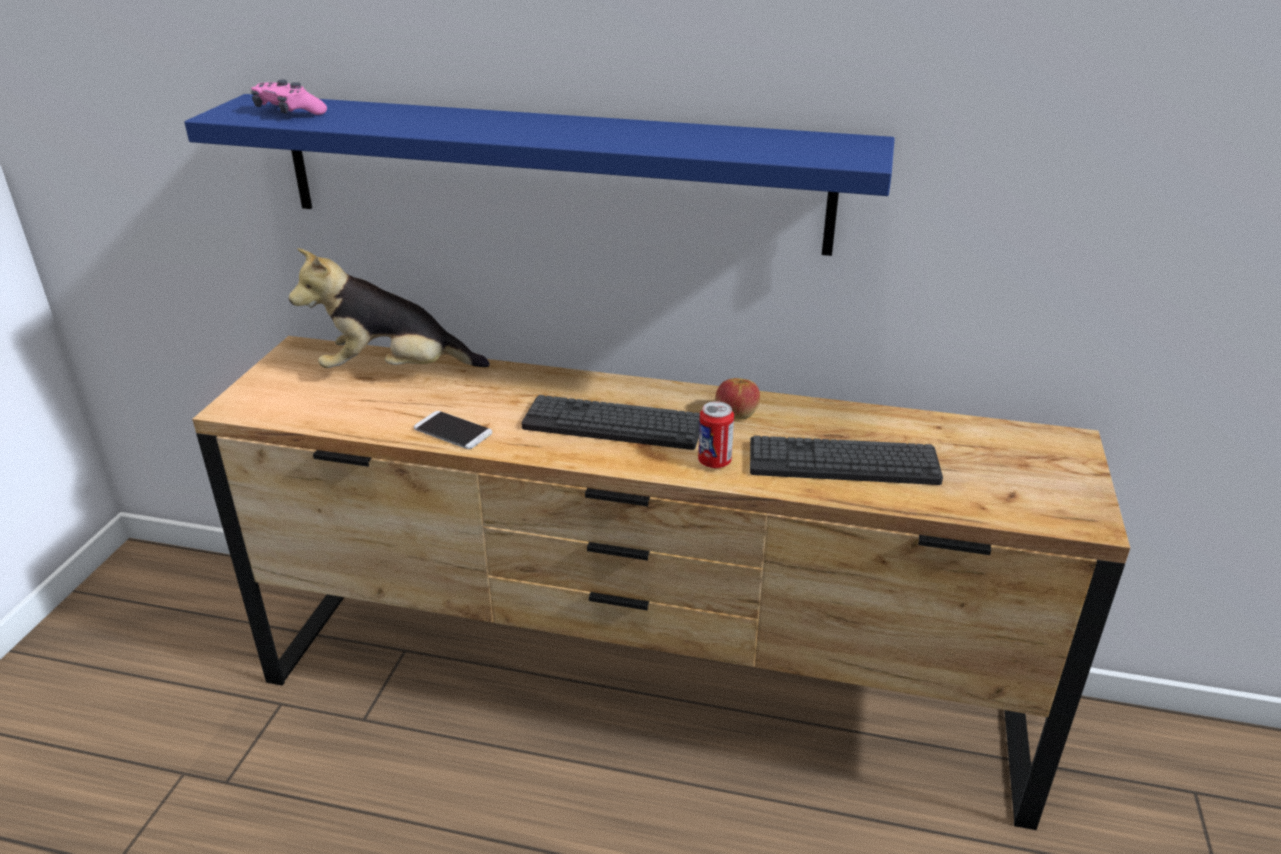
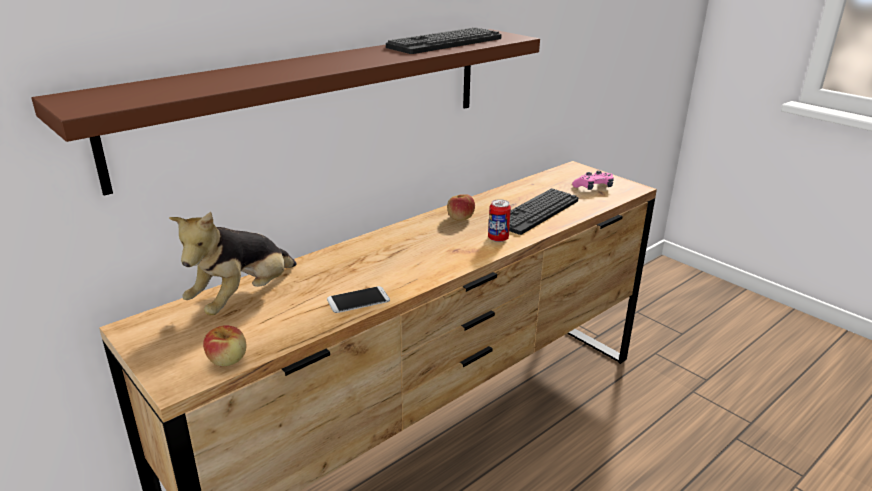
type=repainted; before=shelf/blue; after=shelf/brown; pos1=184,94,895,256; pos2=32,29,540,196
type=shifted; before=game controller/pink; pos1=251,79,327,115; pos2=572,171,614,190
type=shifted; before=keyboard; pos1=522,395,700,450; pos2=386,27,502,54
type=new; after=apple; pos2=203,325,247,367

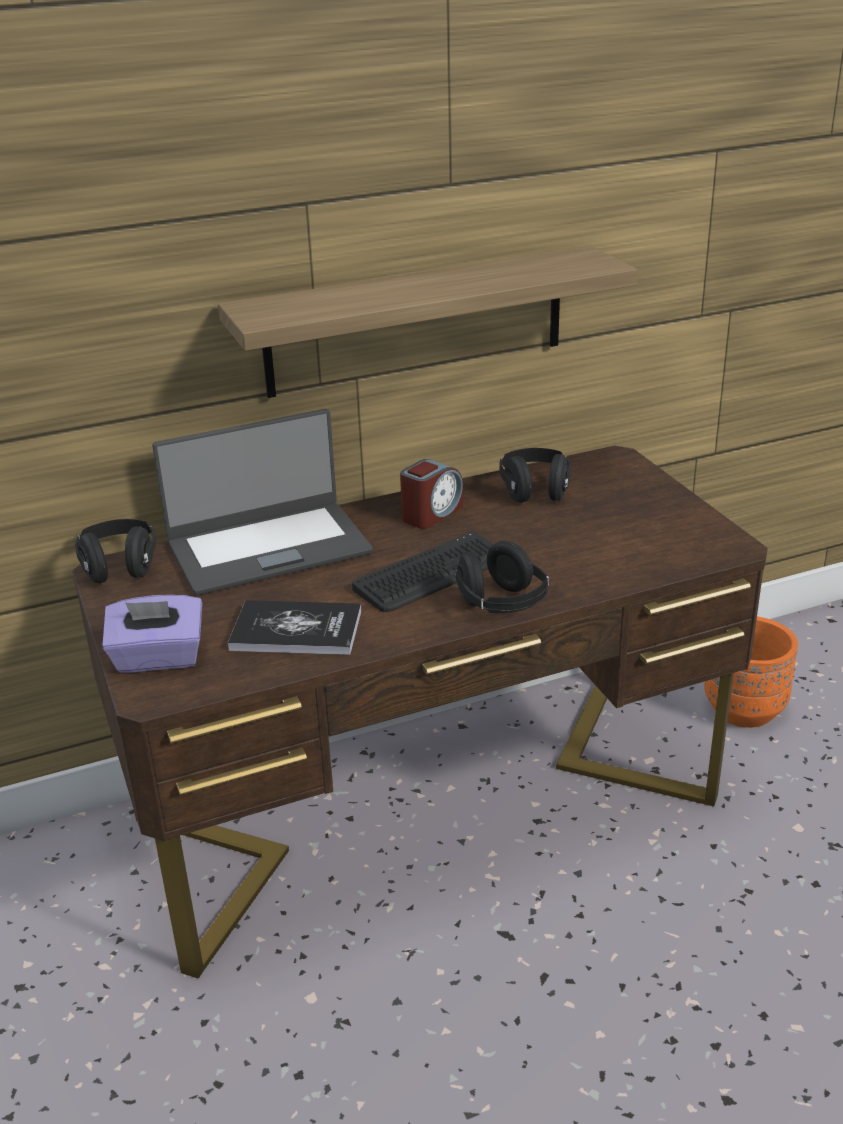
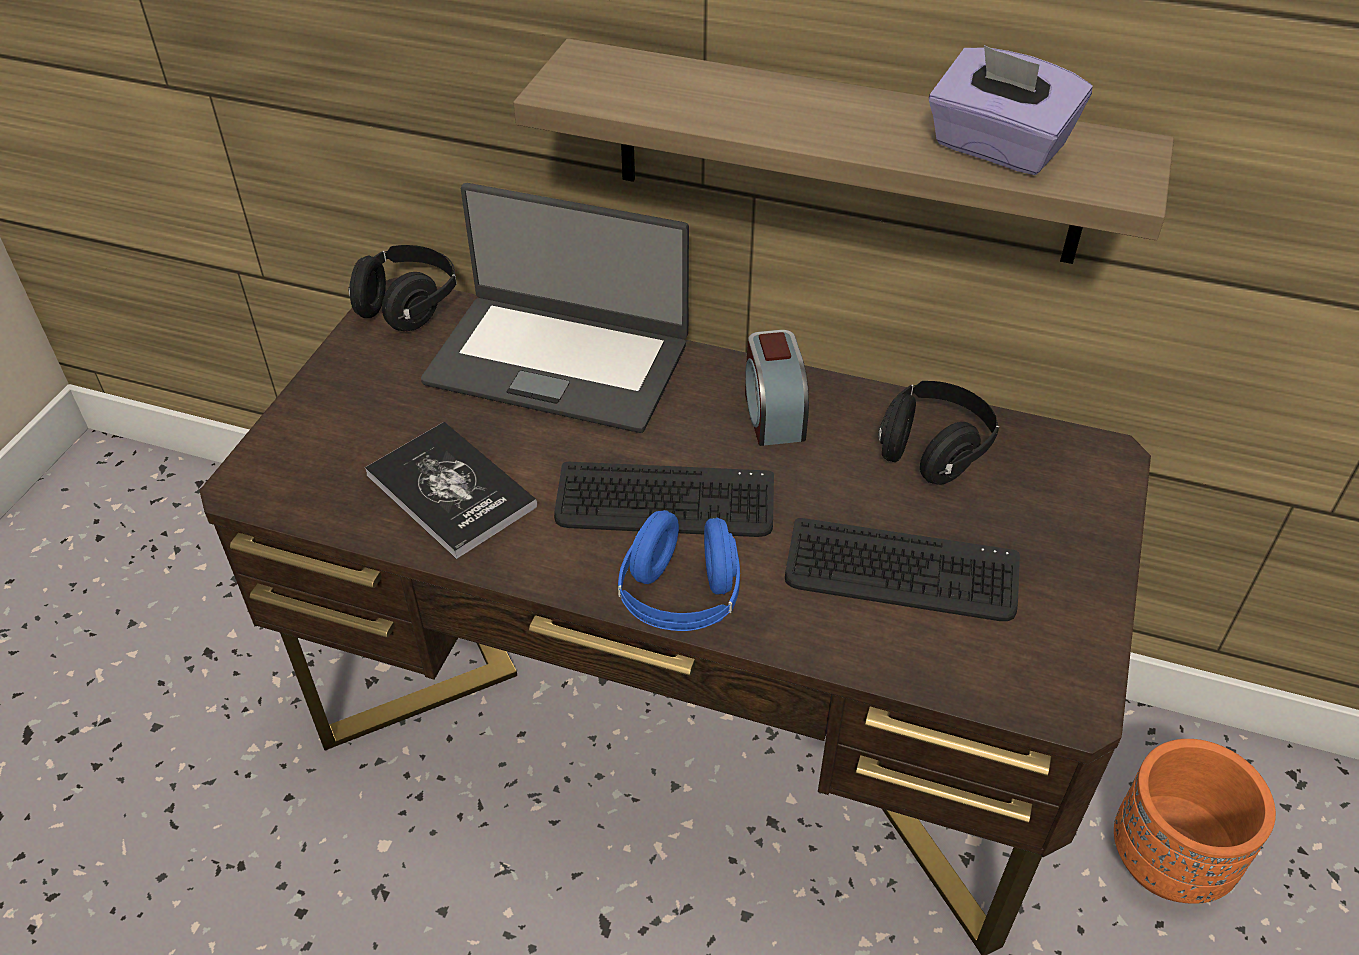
type=shifted; before=tissue box/purple; pos1=102,595,202,672; pos2=929,45,1093,175
type=rotated; before=alarm clock; pos1=400,459,463,529; pos2=745,330,809,446; turn=90
type=repainted; before=headphones/black; after=headphones/blue; pos1=454,541,549,613; pos2=618,510,740,631
type=new; after=keyboard; pos2=785,518,1020,621

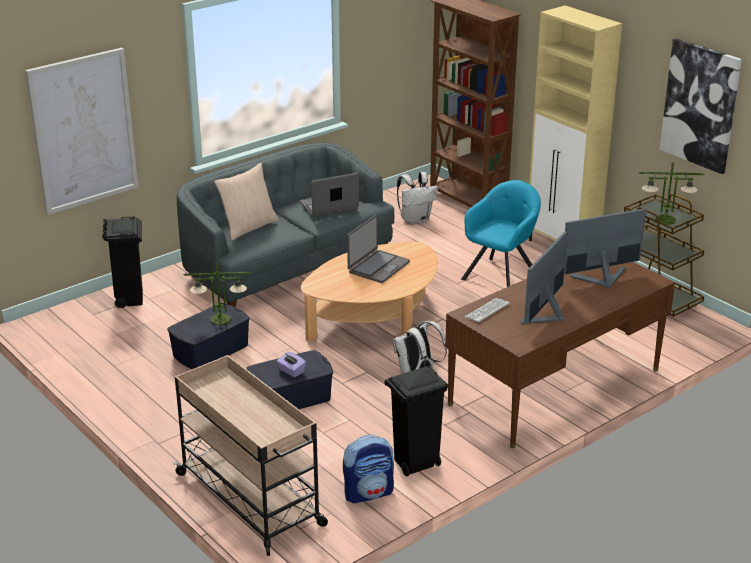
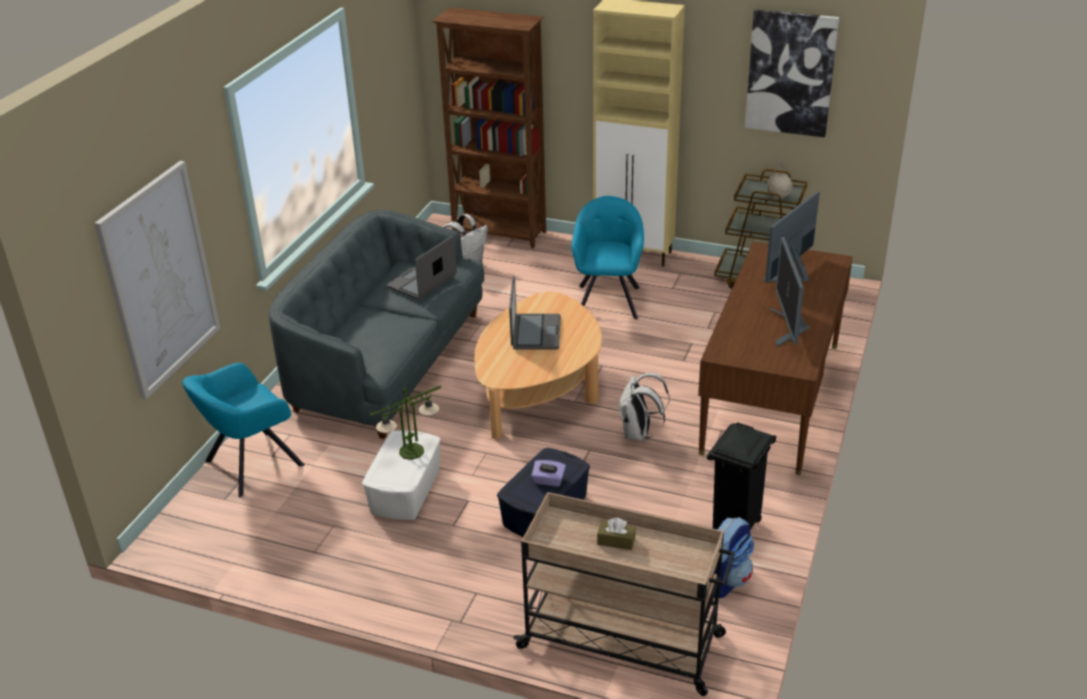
type=swapped; before=trash can/black; after=armchair/turquoise; pos1=102,216,143,308; pos2=182,363,305,497
type=repainted; before=storage box/blue; after=storage box/white; pos1=167,303,250,369; pos2=362,430,441,520
type=gone; before=pillow/beige; pos1=214,163,279,241
type=gone; before=keyboard; pos1=465,298,510,322
type=swapped; before=table lamp; after=globe; pos1=639,162,704,225; pos2=767,159,792,199
type=new; after=tissue box/brown; pos2=597,518,636,550

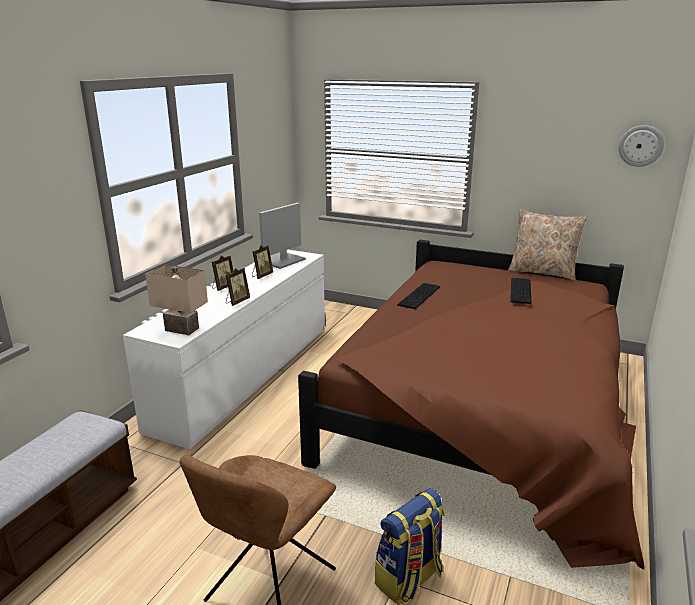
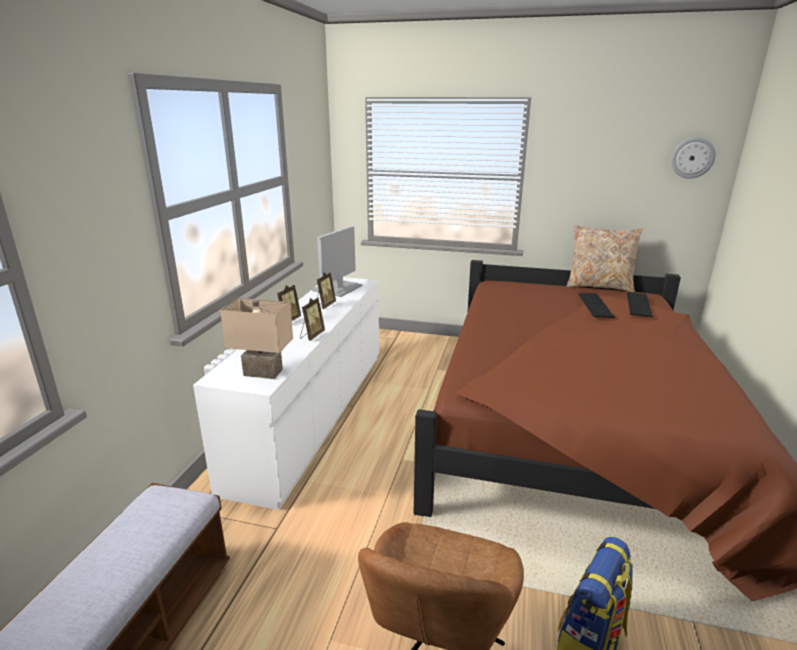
type=shifted; before=keyboard; pos1=397,283,440,309; pos2=627,292,653,317

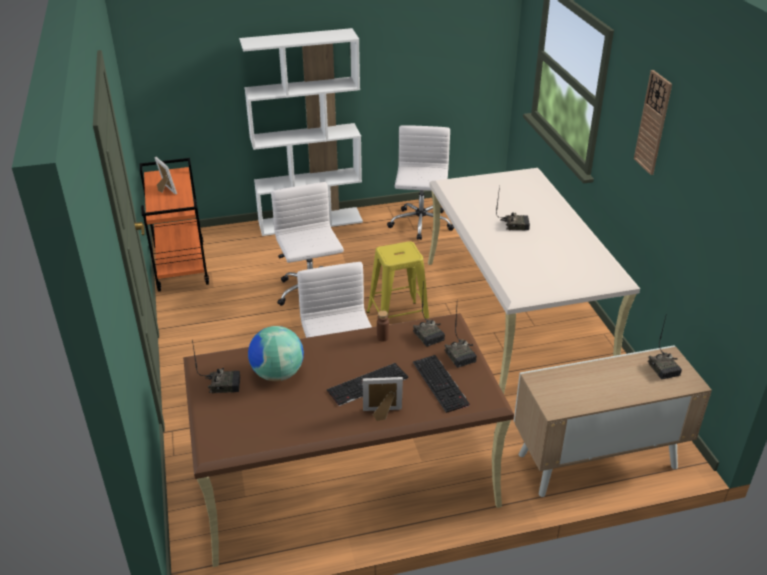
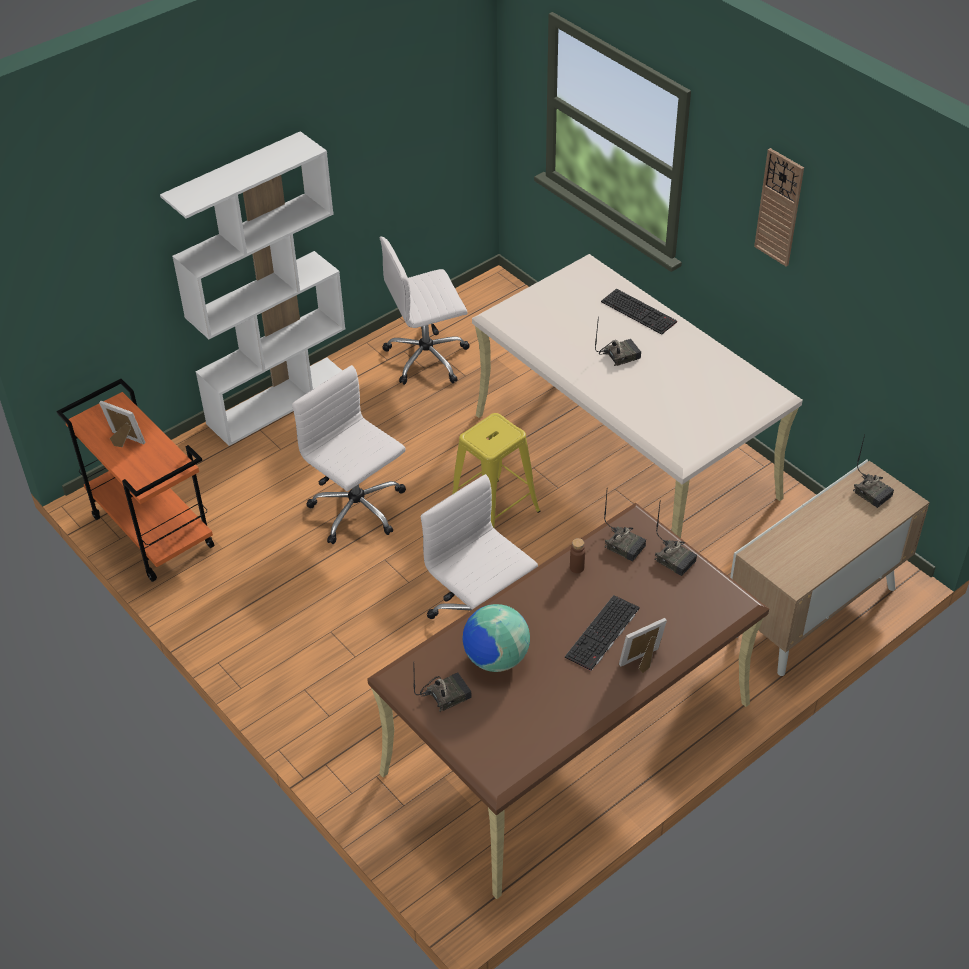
type=rotated; before=office chair/white; pos1=387,125,454,240; pos2=380,236,469,385; turn=-90
type=shifted; before=keyboard; pos1=413,355,470,413; pos2=601,289,677,335

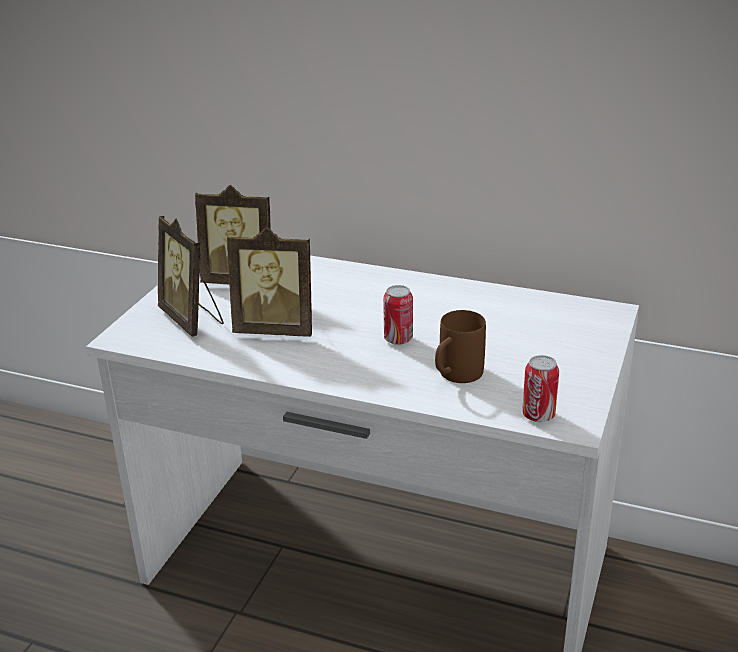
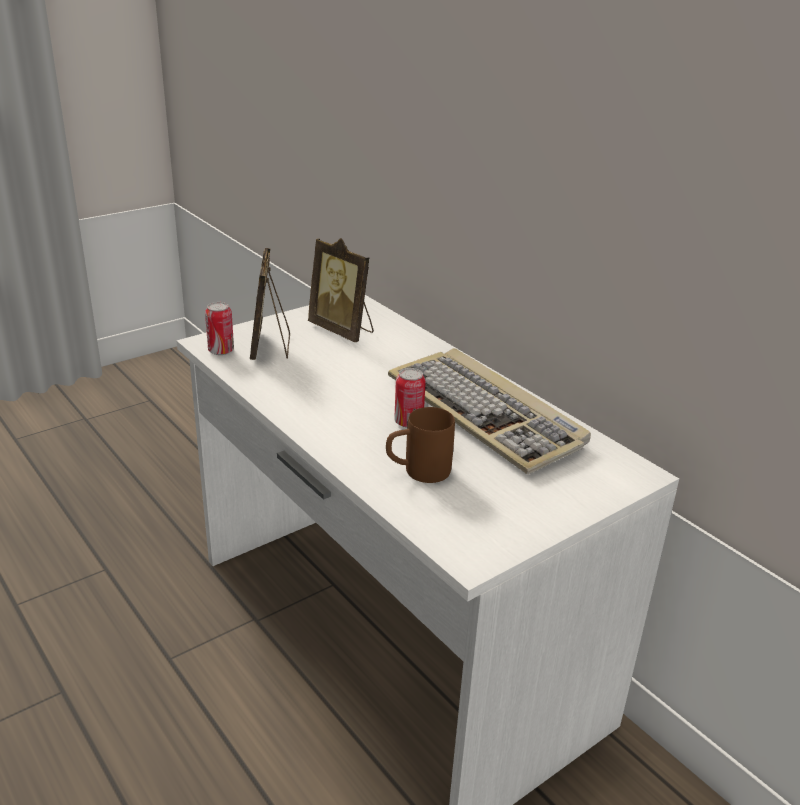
type=gone; before=picture frame; pos1=227,227,312,337
type=shifted; before=can; pos1=522,355,559,422; pos2=205,302,234,355
type=new; after=keyboard; pos2=388,348,591,474

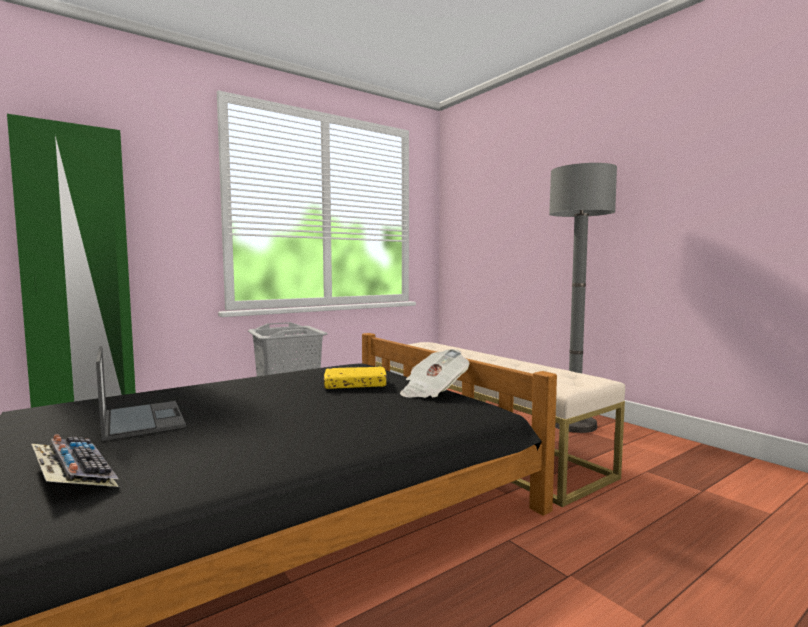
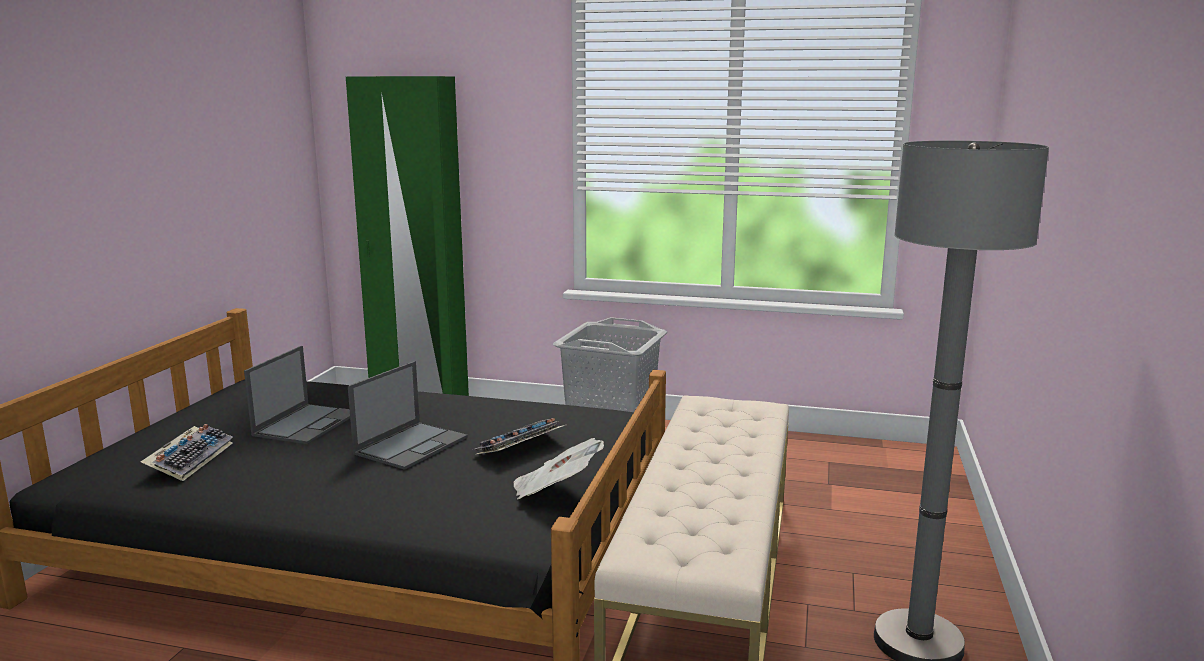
type=swapped; before=book/yellow; after=keyboard; pos1=324,366,387,389; pos2=473,418,565,455
type=new; after=laptop; pos2=348,361,468,470

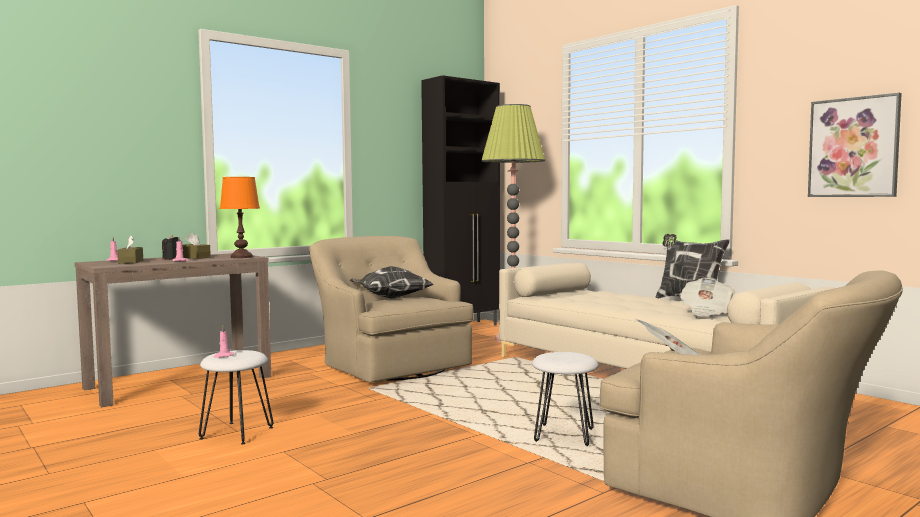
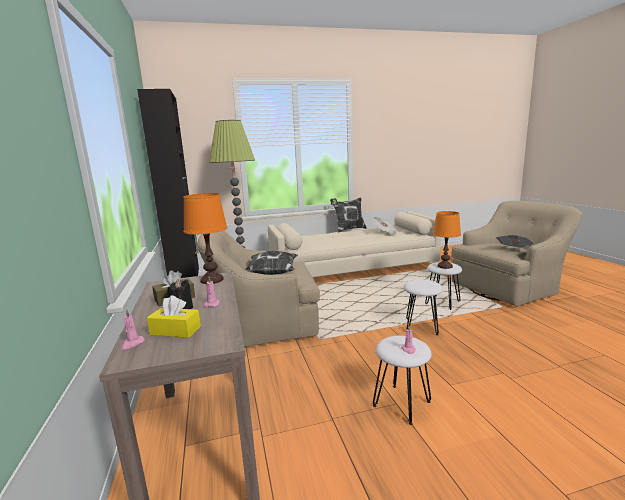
type=repainted; before=tissue box/brown; after=tissue box/yellow; pos1=117,235,143,264; pos2=147,295,201,338
type=gone; before=picture; pos1=808,93,902,197
type=new; after=stool/white; pos2=404,279,443,335
type=new; after=table lamp/orange; pos2=433,211,461,269

